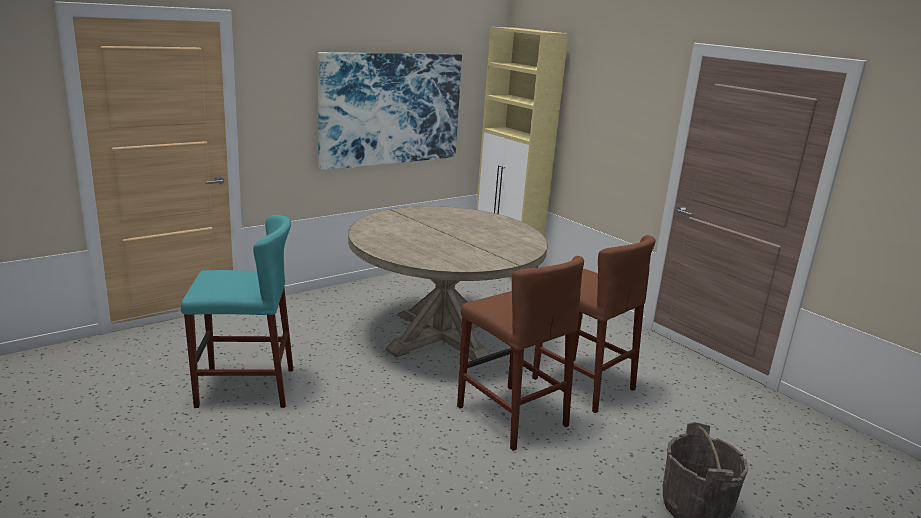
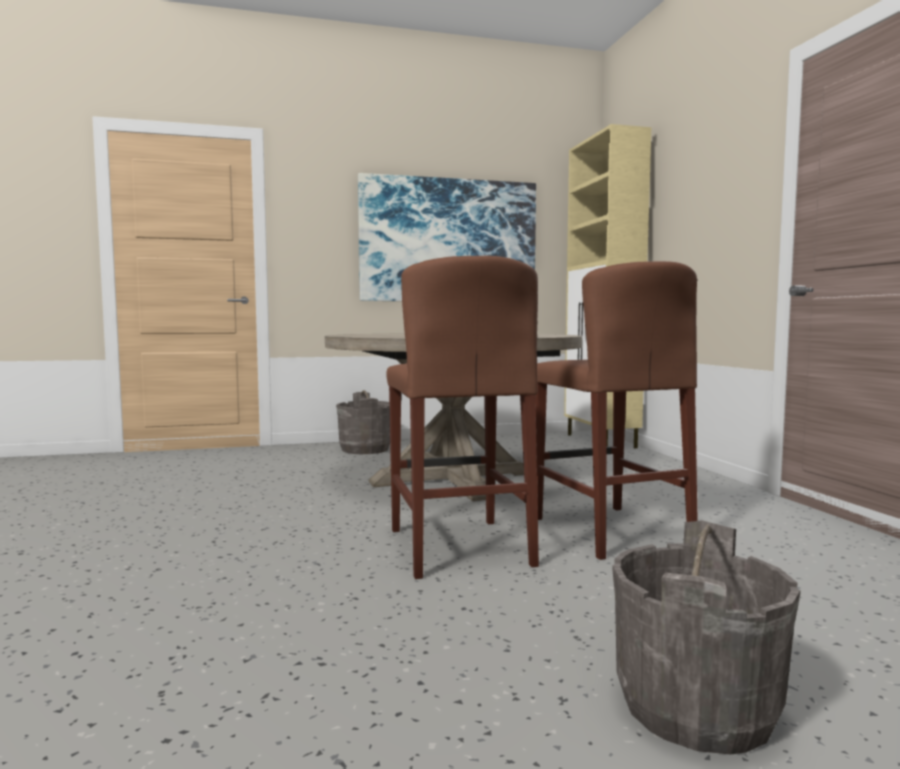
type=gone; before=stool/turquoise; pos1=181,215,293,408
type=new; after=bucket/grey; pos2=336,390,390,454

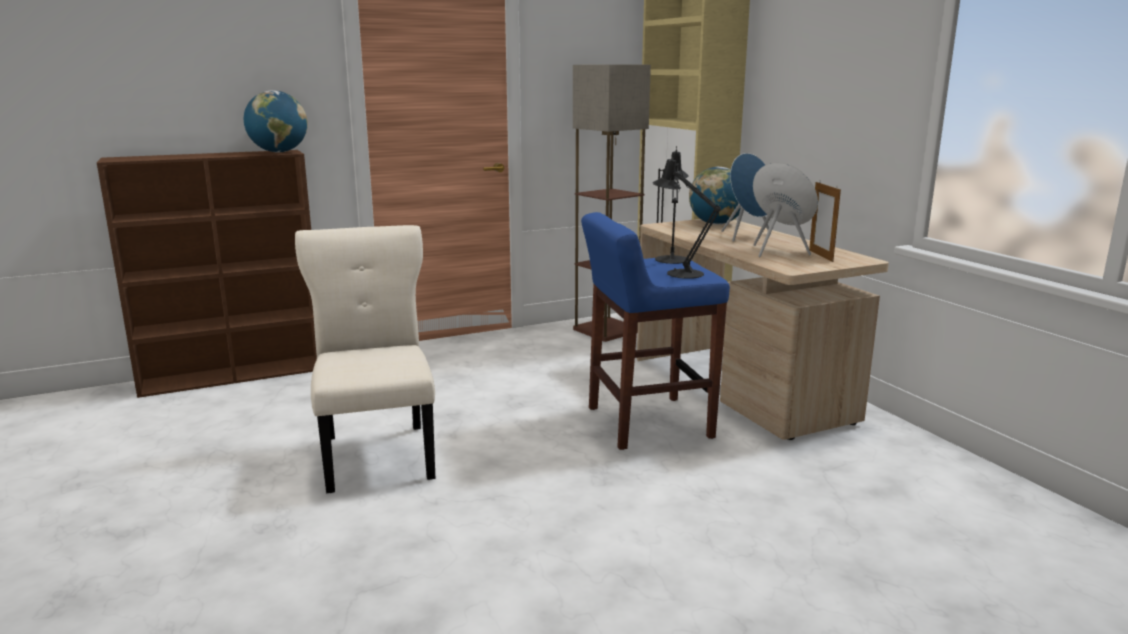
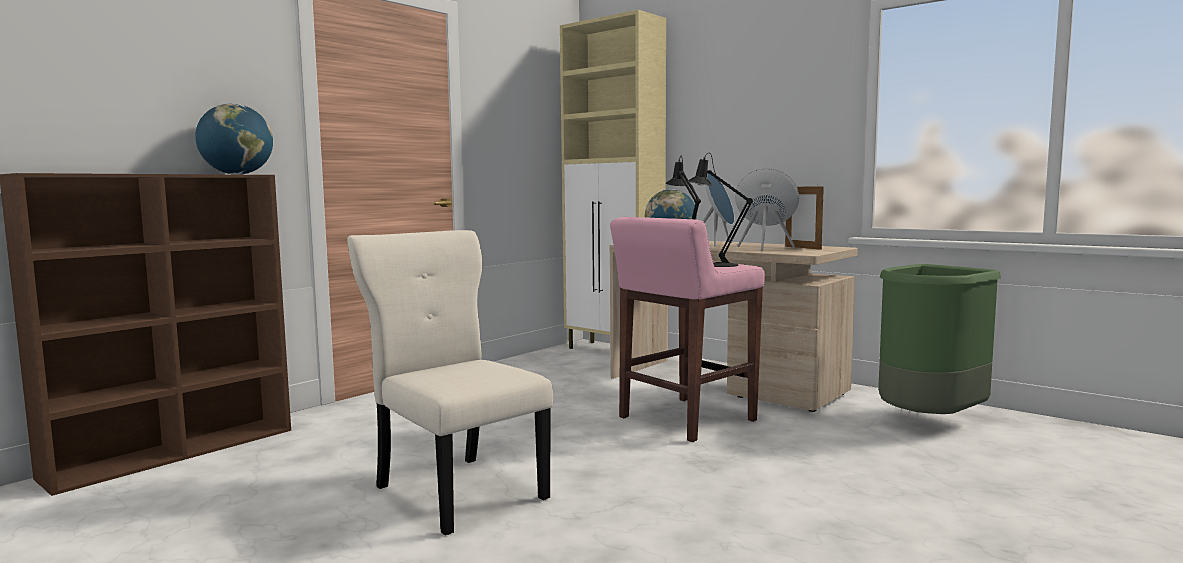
type=gone; before=floor lamp; pos1=573,65,651,342
type=repainted; before=stool/blue; after=stool/pink; pos1=581,212,730,450; pos2=610,217,765,442
type=new; after=trash can/green; pos2=878,264,1001,414

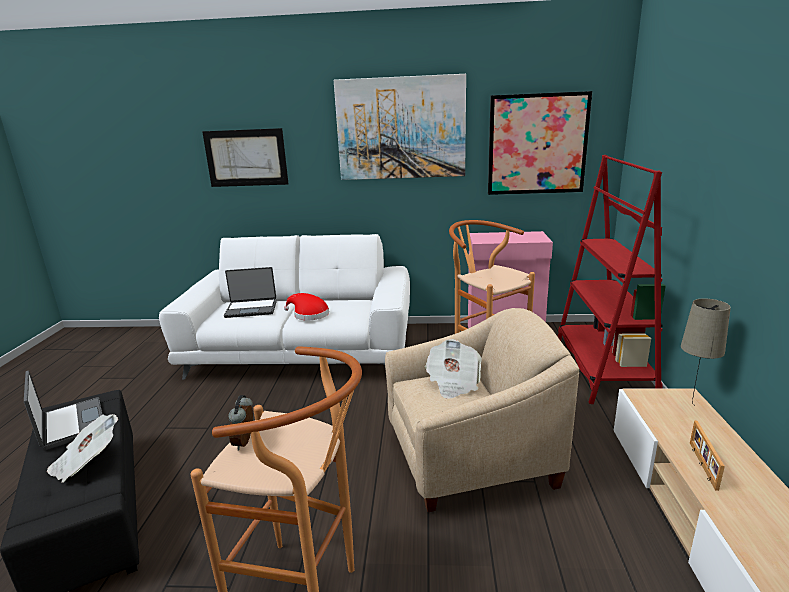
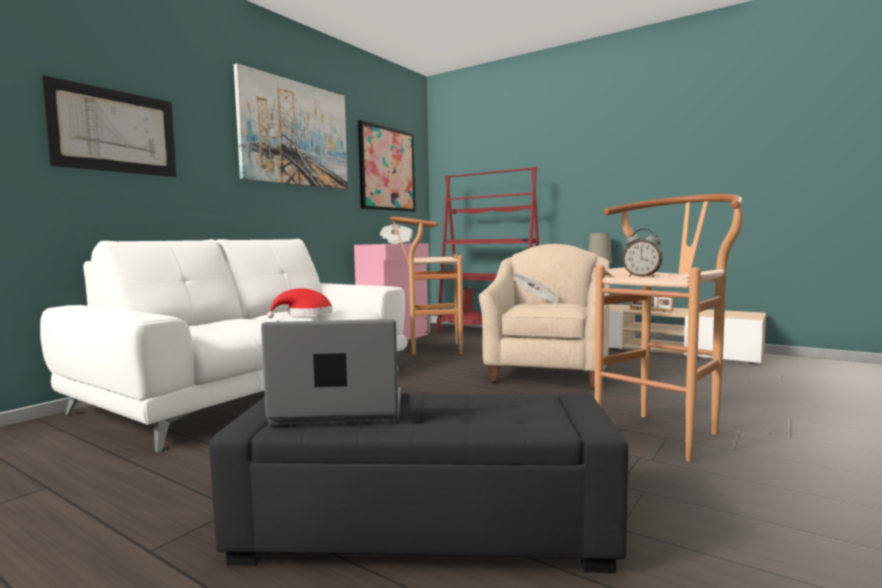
type=shifted; before=newspaper; pos1=47,414,118,483; pos2=380,224,413,244
type=gone; before=laptop; pos1=224,267,277,318

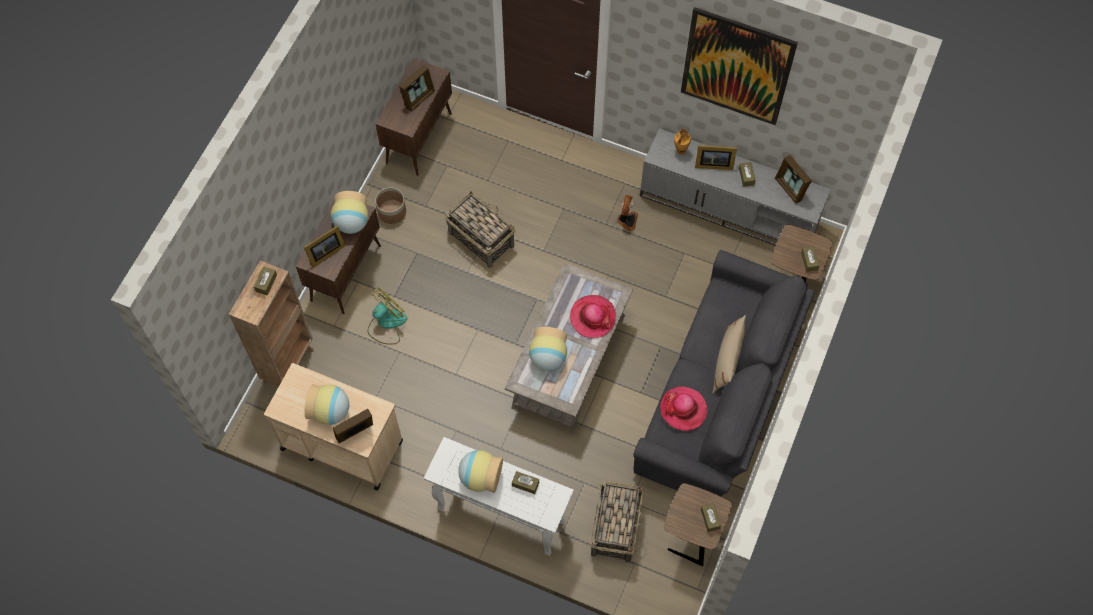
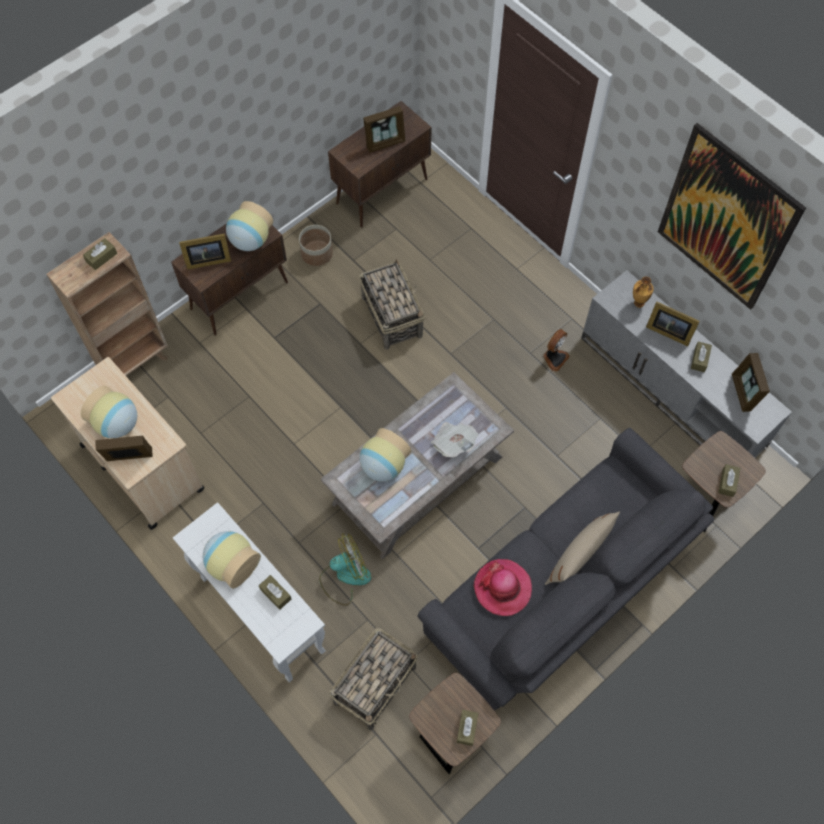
type=shifted; before=fan; pos1=367,287,407,345; pos2=319,533,371,606
type=swapped; before=hat; after=newspaper; pos1=570,295,616,338; pos2=431,422,478,457

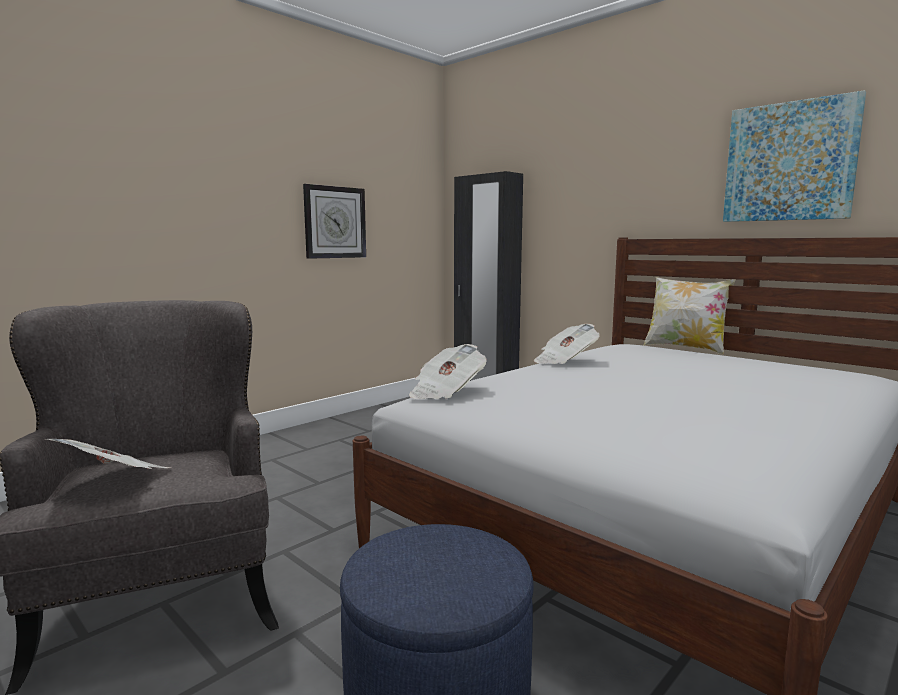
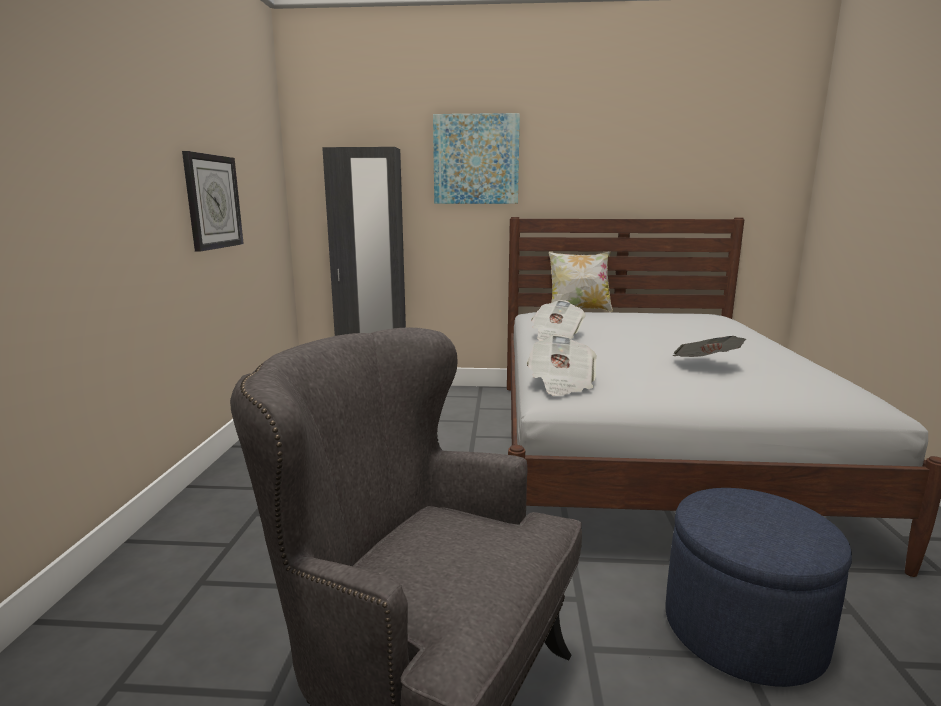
type=shifted; before=newspaper; pos1=46,439,172,469; pos2=672,336,746,357
type=shifted; before=picture; pos1=723,90,866,222; pos2=433,113,520,204

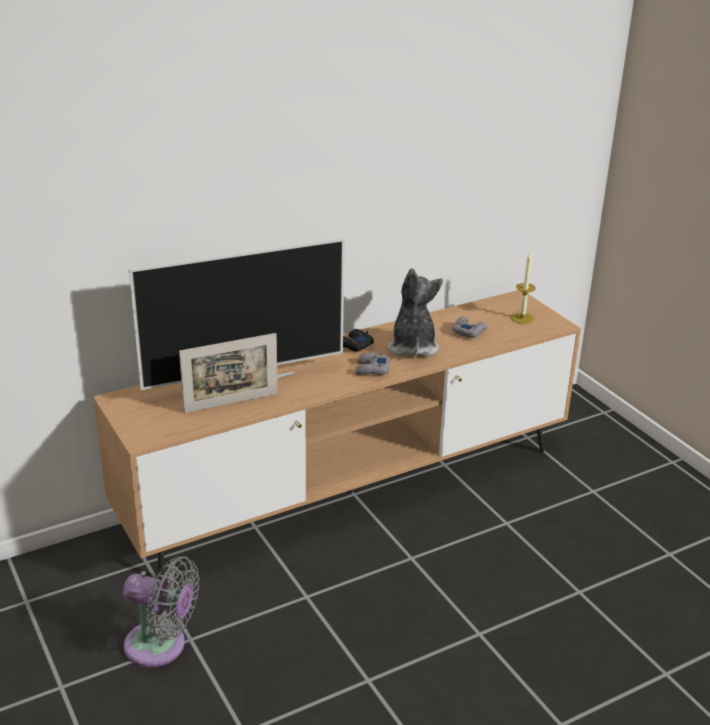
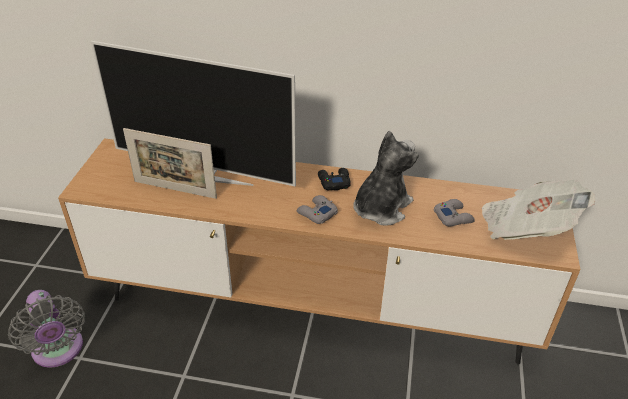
type=swapped; before=candle; after=newspaper; pos1=511,252,536,324; pos2=482,179,595,240

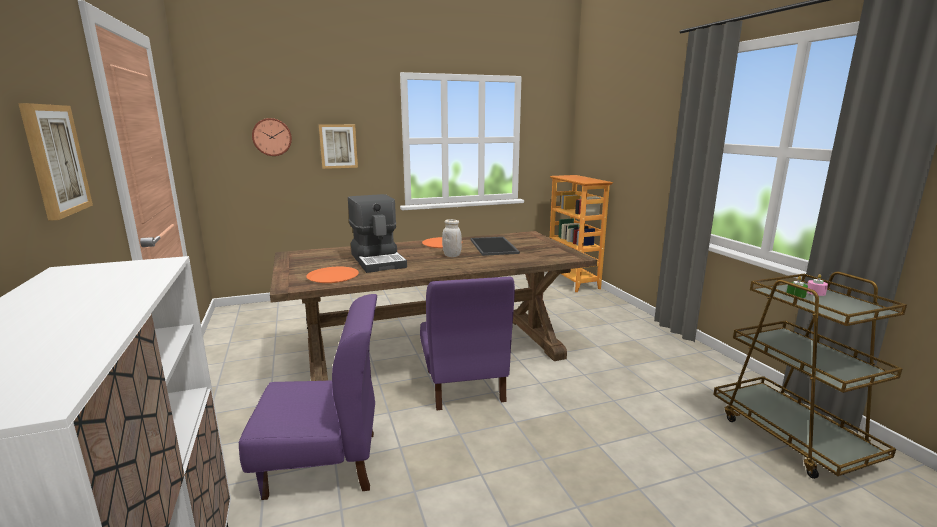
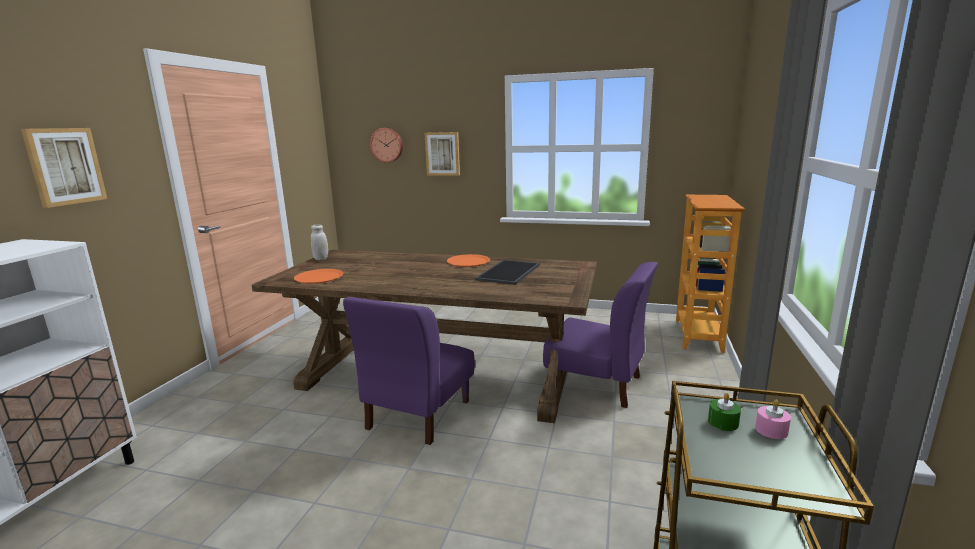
type=shifted; before=chair/purple; pos1=239,294,377,500; pos2=543,262,658,408
type=gone; before=coffee machine; pos1=348,194,407,273
type=shifted; before=jar/white; pos1=442,219,462,257; pos2=311,224,328,260

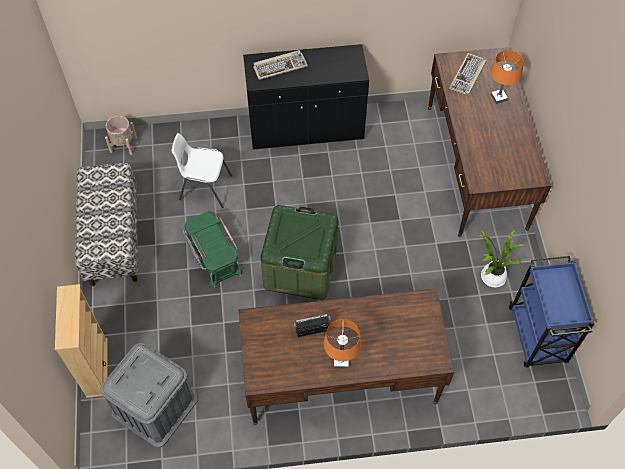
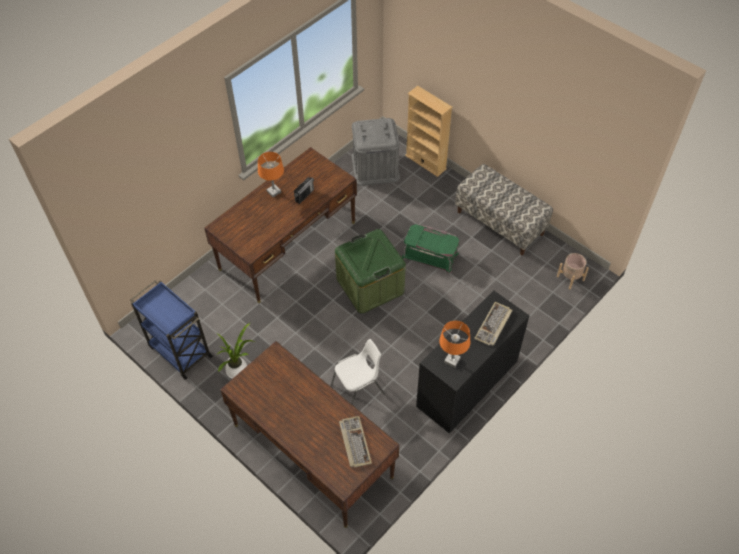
type=shifted; before=chair/white; pos1=171,133,232,208; pos2=330,339,385,405
type=shifted; before=table lamp/orange; pos1=490,50,524,104; pos2=439,321,470,368

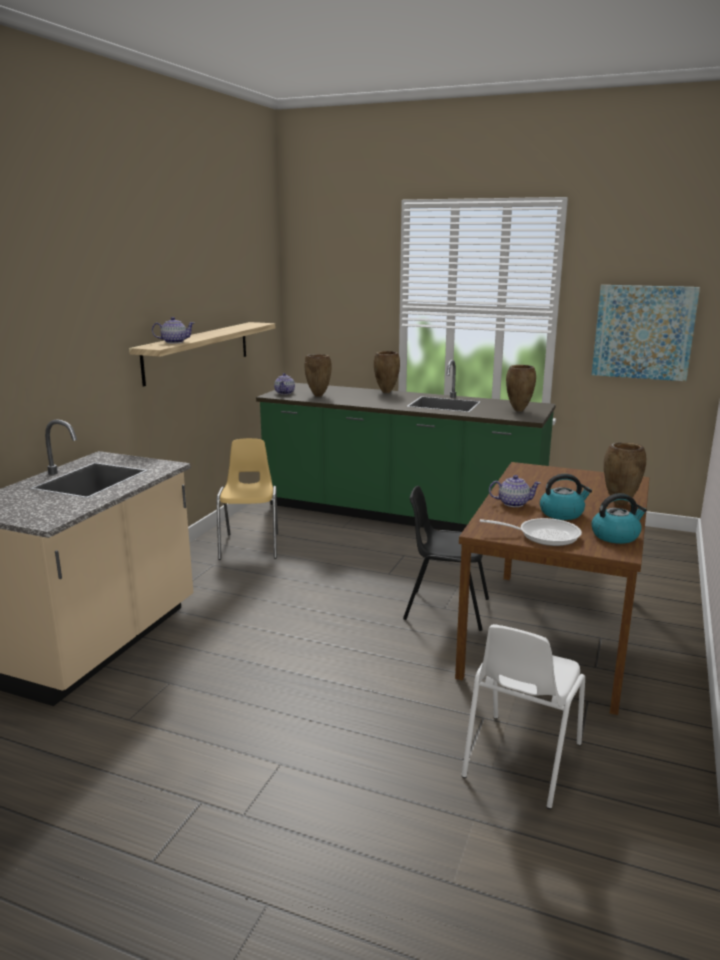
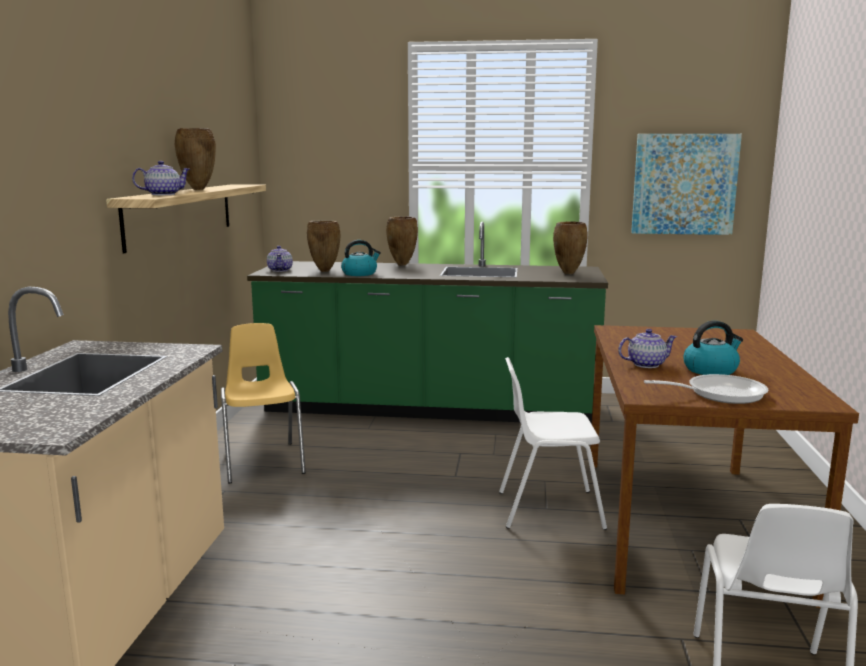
type=repainted; before=chair/black; after=chair/white; pos1=403,486,489,631; pos2=499,357,607,530
type=shifted; before=kettle; pos1=591,493,647,544; pos2=341,240,381,276
type=shifted; before=vase/brown; pos1=604,442,646,505; pos2=175,128,216,190

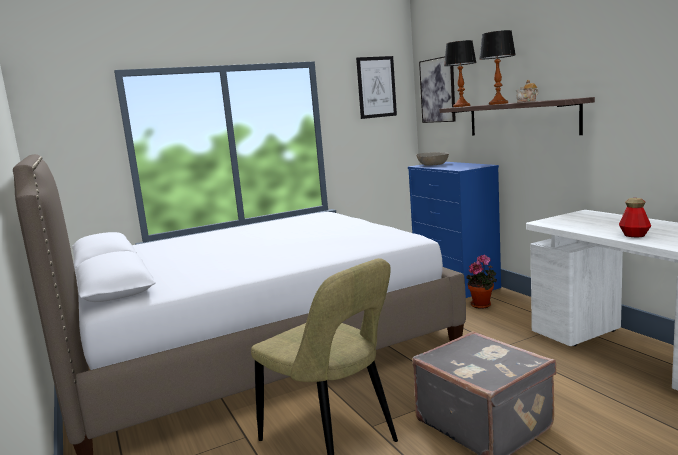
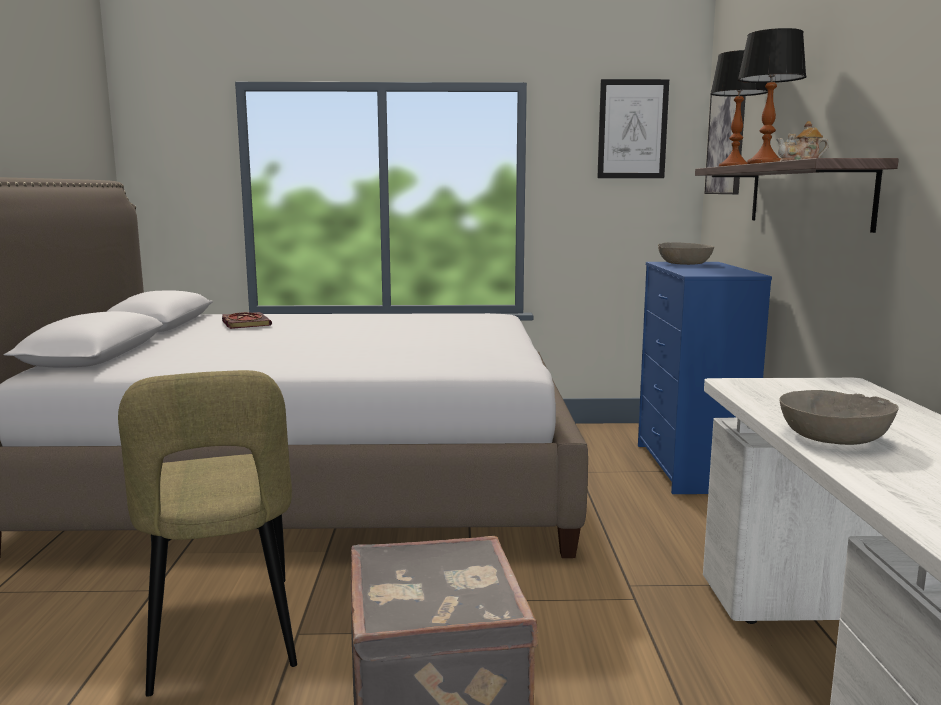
type=gone; before=potted plant; pos1=466,255,497,308
type=swapped; before=bottle; after=bowl/grey; pos1=619,198,651,237; pos2=780,390,898,445
type=new; after=book; pos2=222,312,272,329

